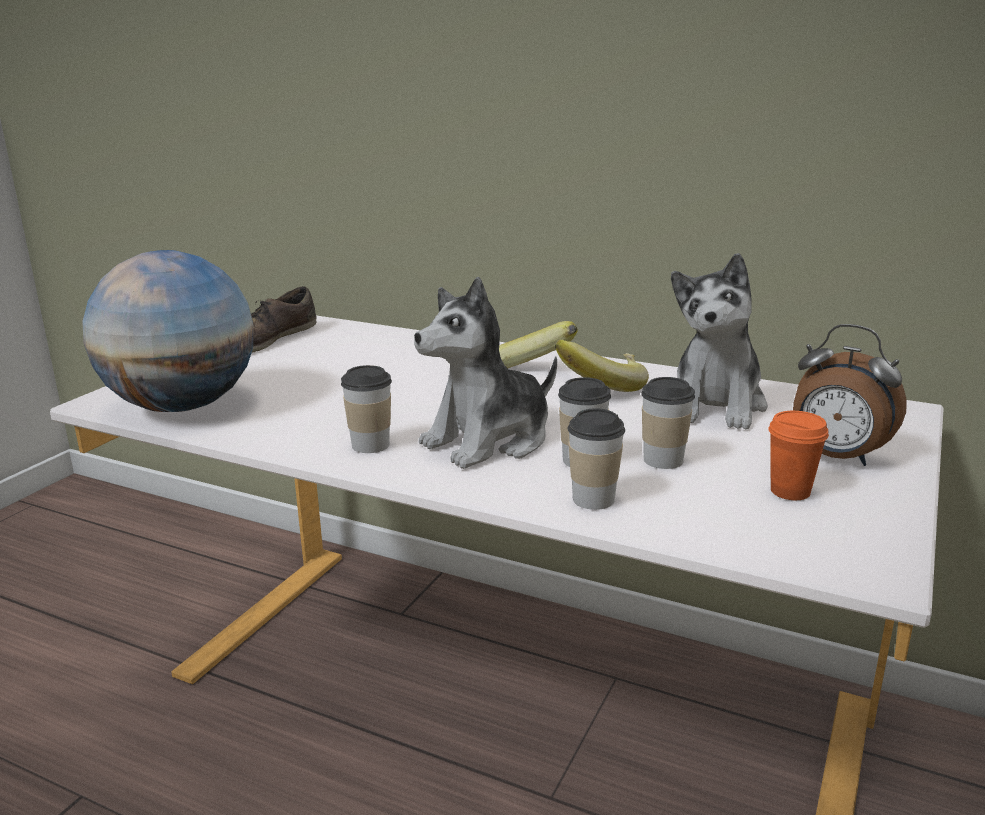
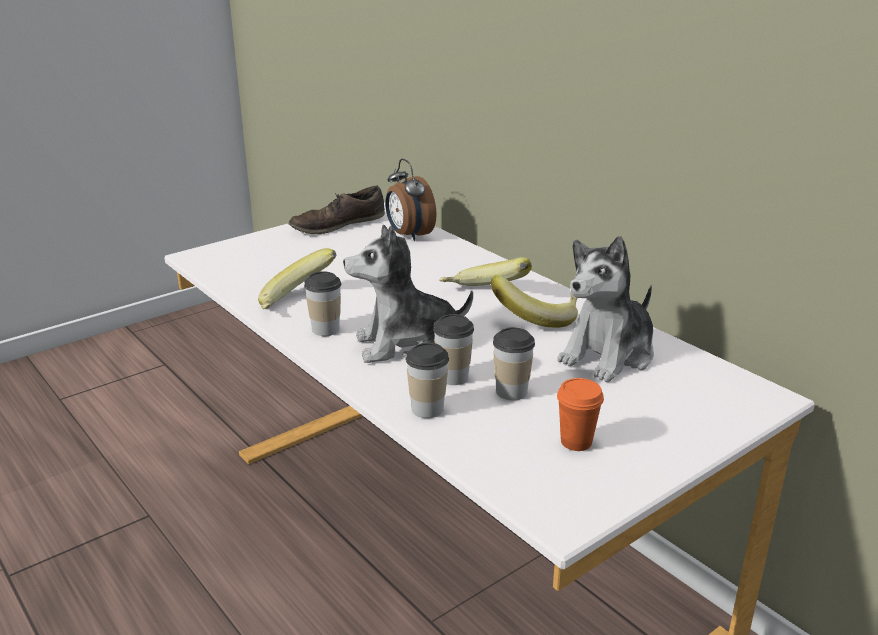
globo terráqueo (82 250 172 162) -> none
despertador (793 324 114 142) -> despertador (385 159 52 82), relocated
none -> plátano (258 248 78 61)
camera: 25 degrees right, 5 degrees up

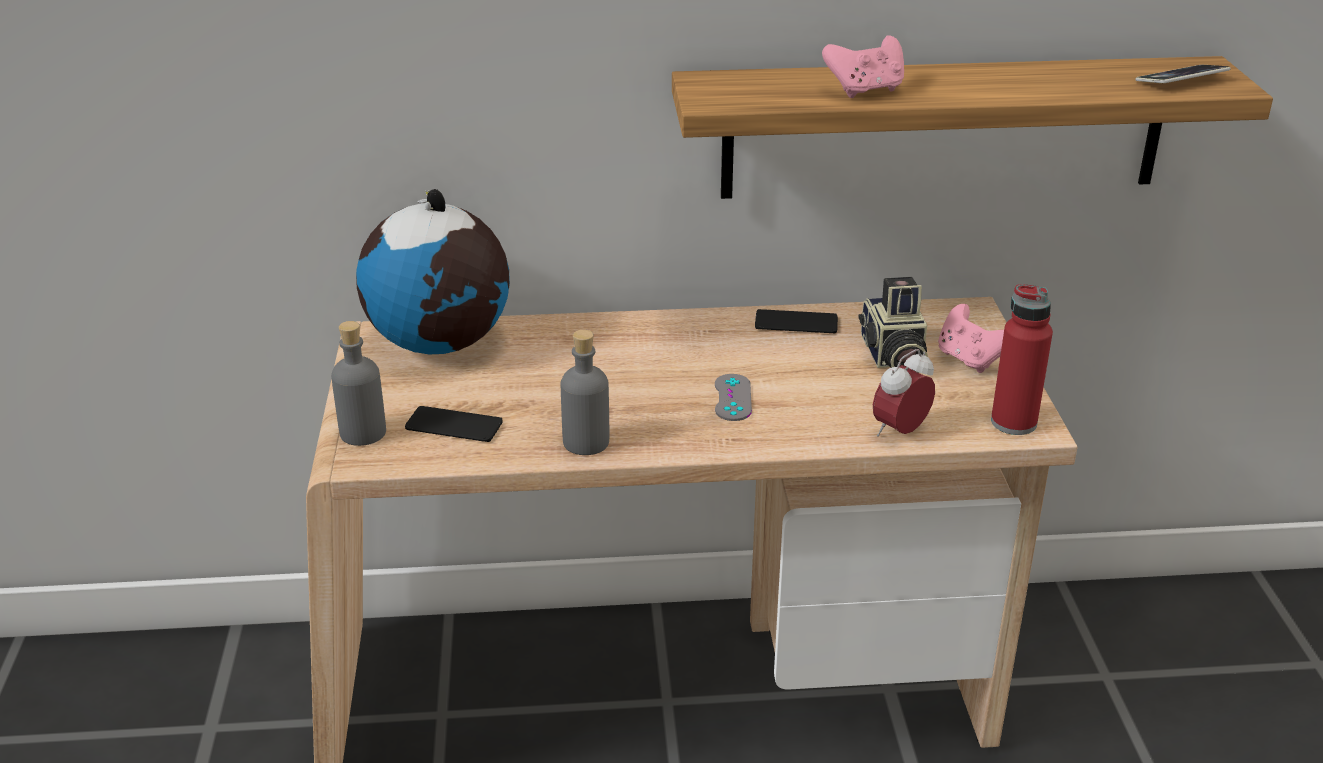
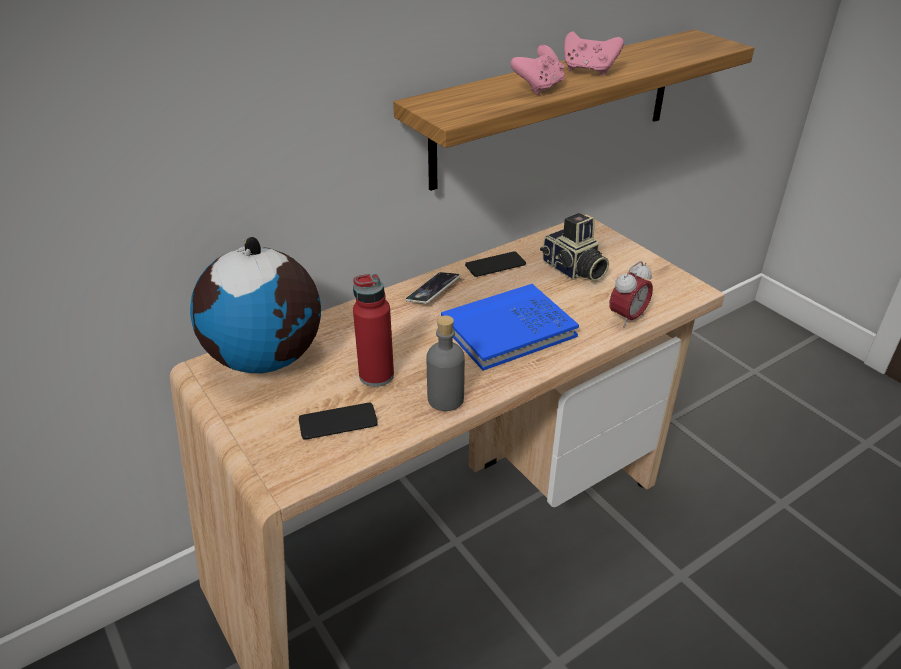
botella [gris] (331 321 55 125) -> none
mando de consola [gris] (715 374 37 47) -> libro [azul] (441 284 138 87)
despertador (873 349 62 88) -> despertador (609 261 44 67), 150 degrees counterclockwise
mando de consola [rosa] (938 304 66 69) -> mando de consola [rosa] (564 32 60 44), relocated
botella [rojo] (991 284 62 151) -> botella [rojo] (353 274 41 113), relocated
móvil (1135 65 96 18) -> móvil (405 272 56 32), relocated
camera: 30 degrees left, 5 degrees up

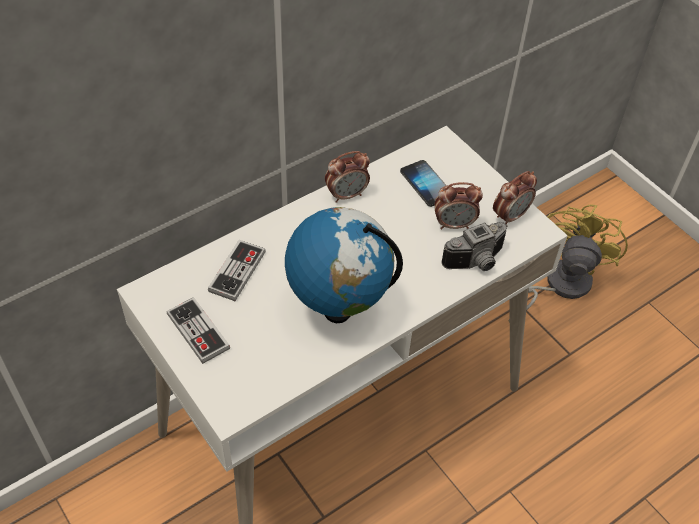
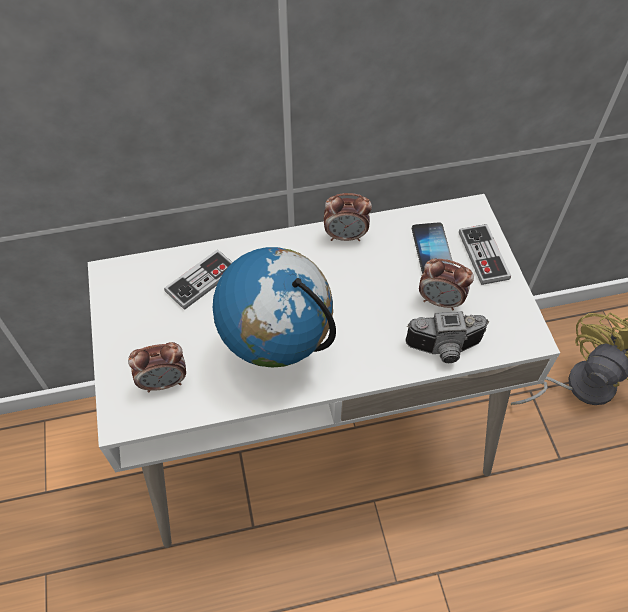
mando de consola (167 297 63 67) -> mando de consola (459 224 52 61), relocated
despertador (493 171 44 53) -> despertador (128 342 58 51), relocated
camera: 25 degrees right, 5 degrees up

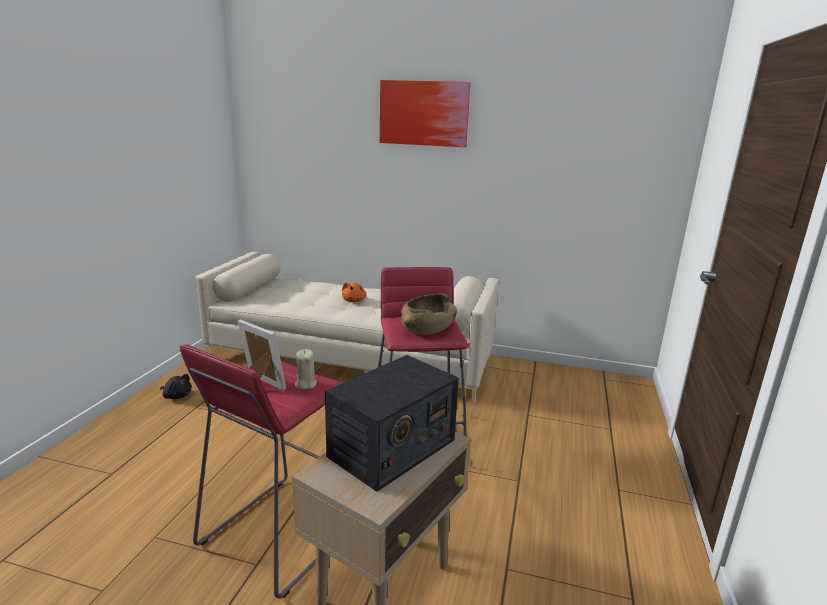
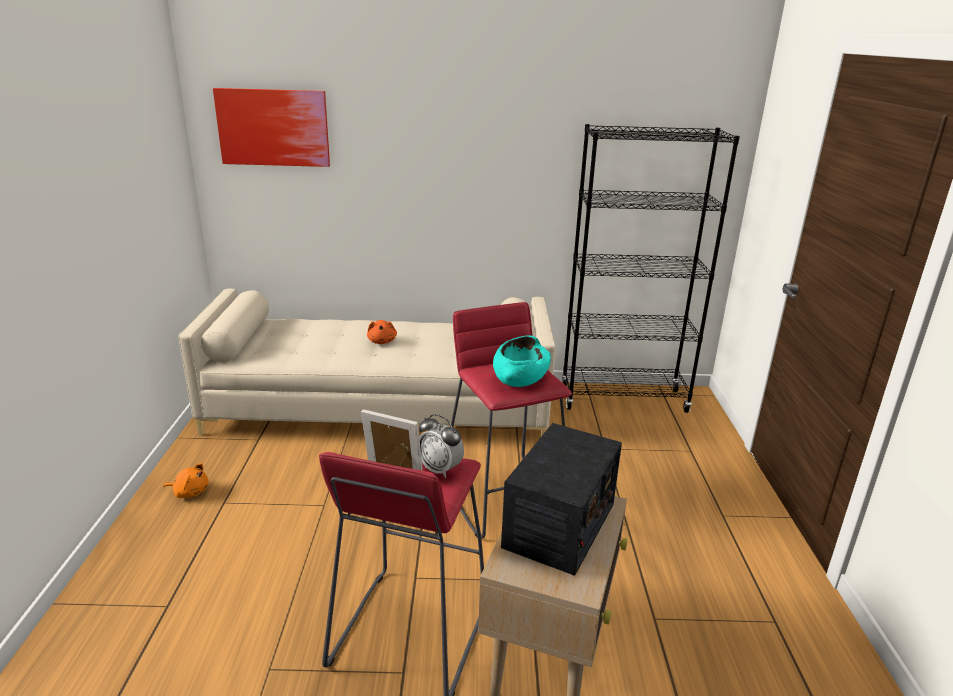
peluche [negro] (160 374 32 25) -> peluche [naranja] (163 463 45 35)
vela [beis] (295 349 22 41) -> despertador (419 414 45 64)
cuadro (380 80 90 67) -> cuadro (213 88 117 79), relocated
cuenco [marrón] (401 294 56 41) -> cuenco [turquesa] (493 335 58 52)
none -> estantería [negro] (562 124 178 289)
camera: 15 degrees left, 5 degrees up

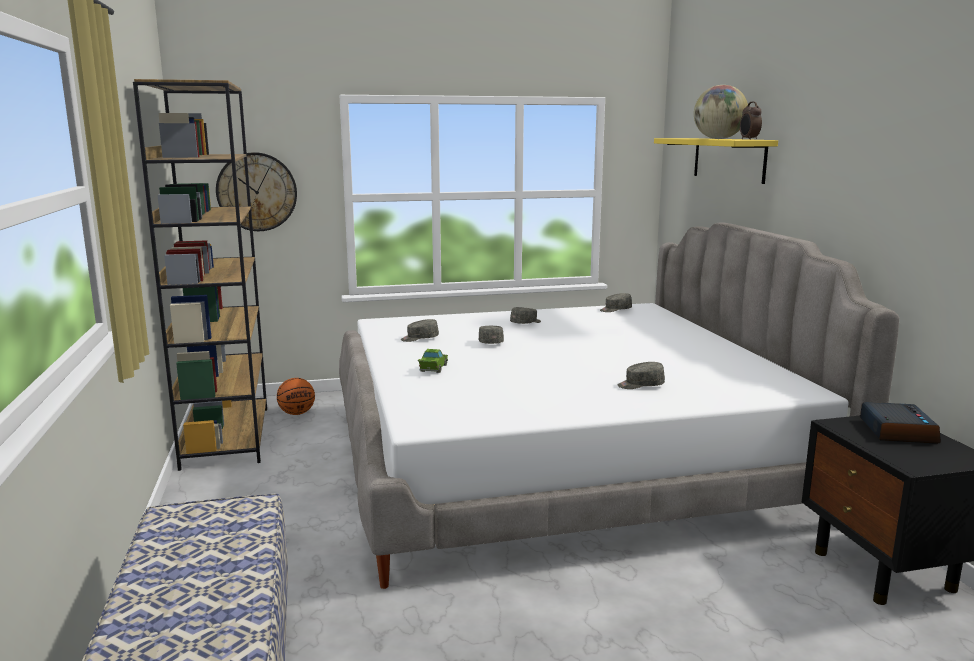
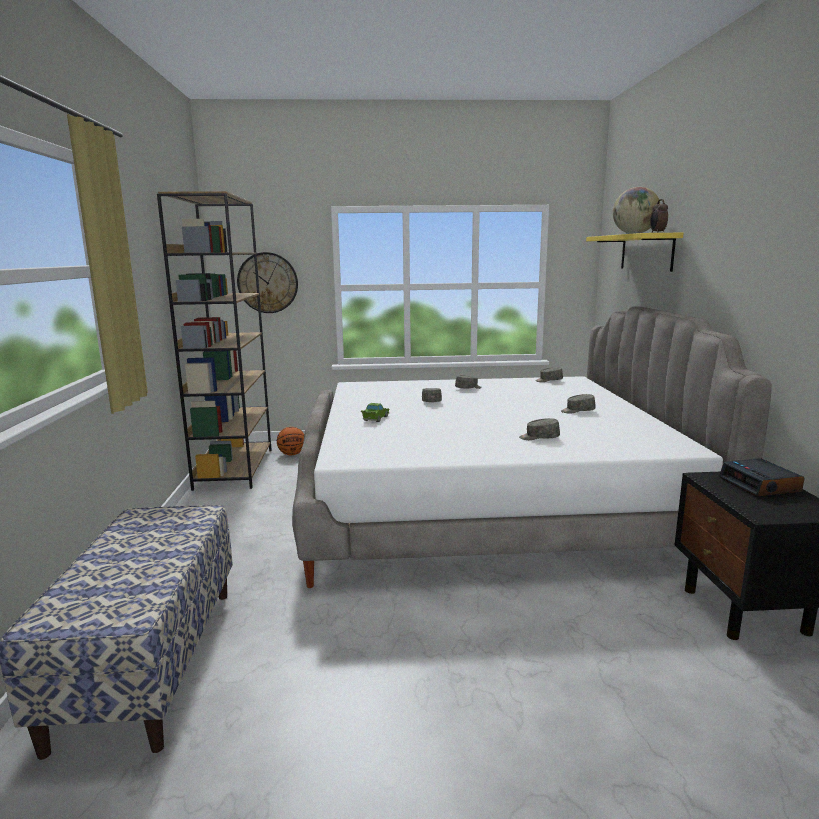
gorra [gris] (401 319 38 23) -> gorra [gris] (561 394 34 19), relocated
despertador (860 402 81 42) -> despertador (719 458 86 39), 150 degrees clockwise
camera: 10 degrees right, 0 degrees up

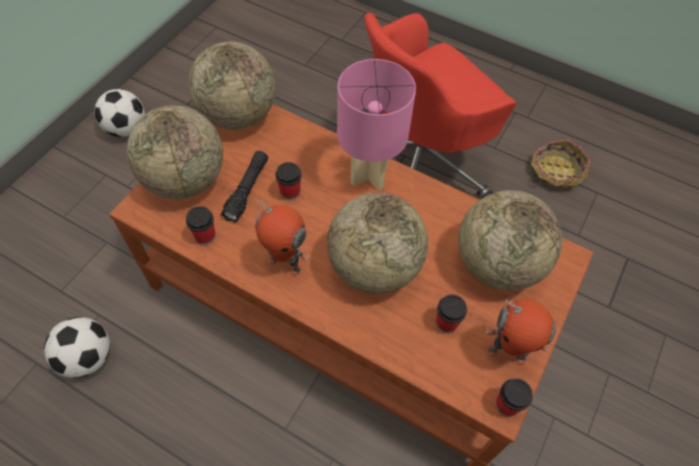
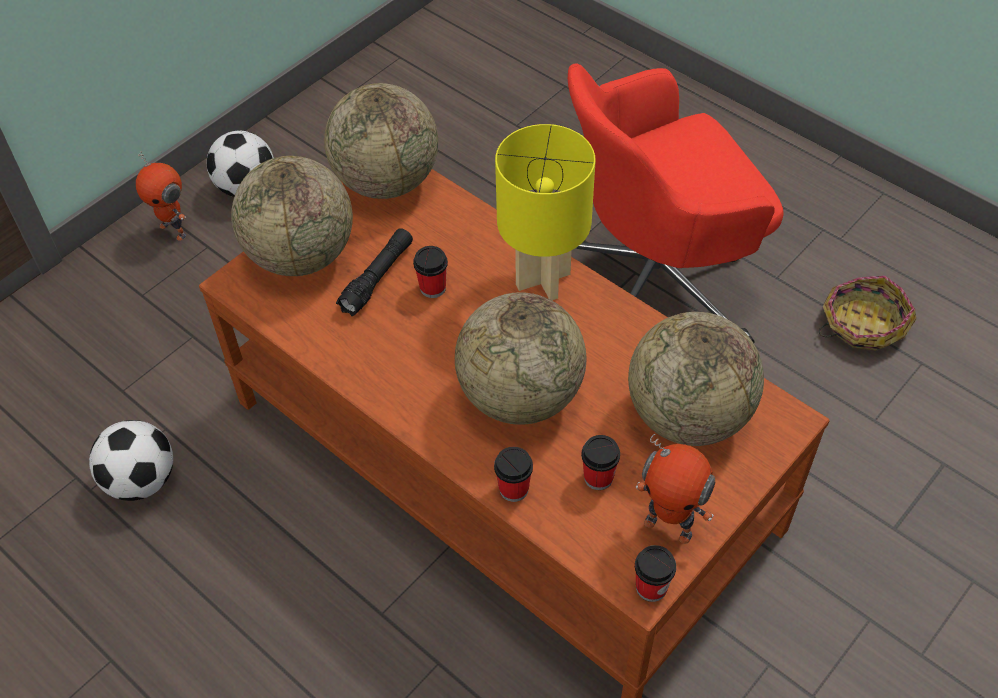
taza (186 206 30 39) -> taza (494 447 39 55), relocated
robot de juguete (255 197 54 79) -> robot de juguete (136 152 51 89), relocated
lámpara de mesa [rosa] (337 59 79 132) -> lámpara de mesa [amarillo] (495 124 101 176)
camera: 15 degrees right, 5 degrees down

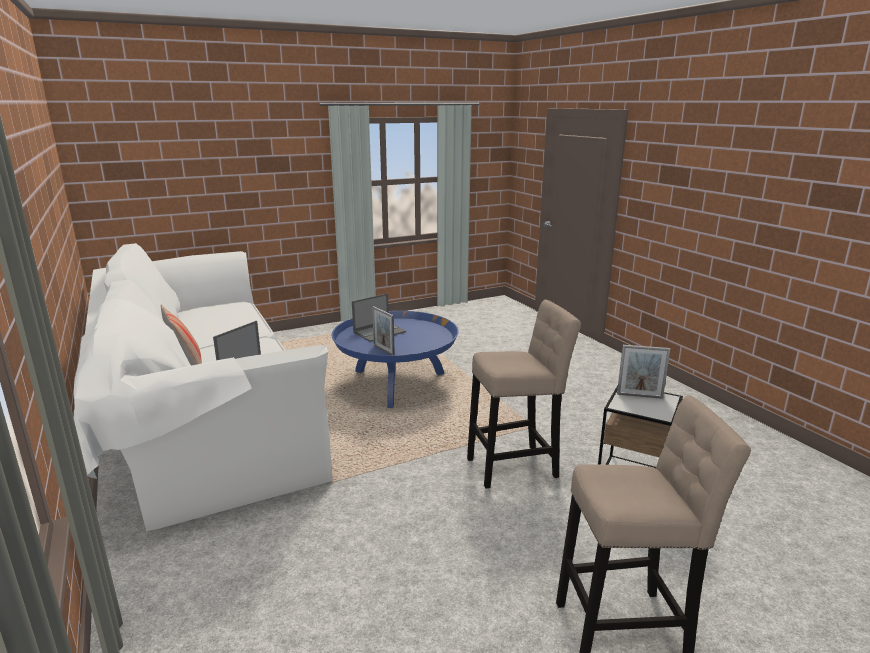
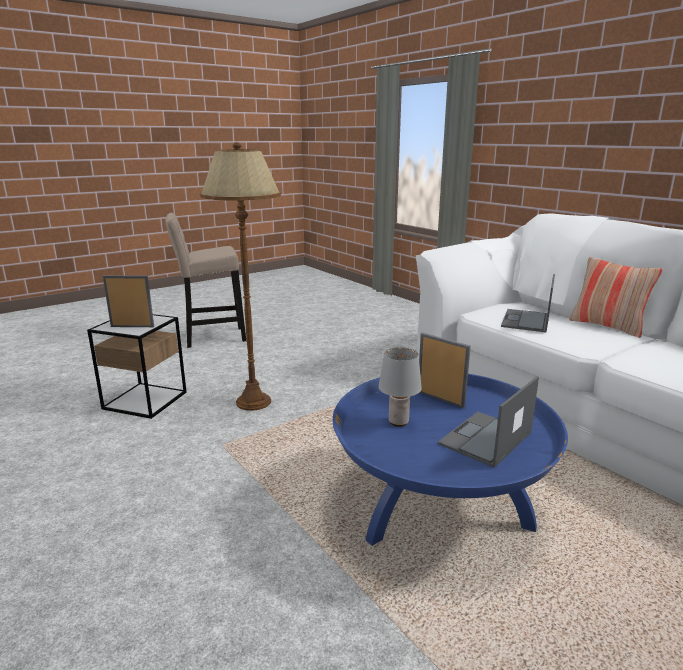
taburete [beis] (467 299 114 189) -> lámpara de pie [marrón] (200 142 81 269)
none -> lámpara de mesa [gris] (378 347 44 80)
camera: 170 degrees right, 0 degrees up

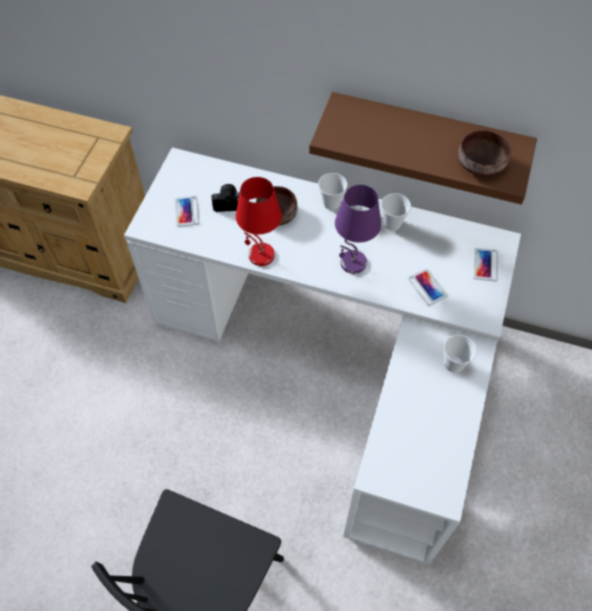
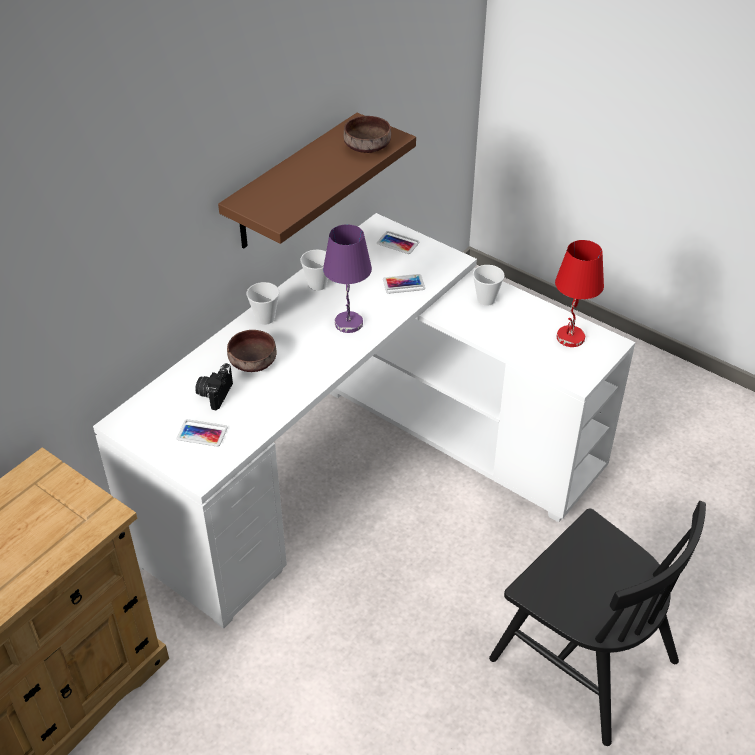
lámpara de mesa [rojo] (236 177 46 89) -> lámpara de mesa [rojo] (555 240 49 107), relocated
camera: 70 degrees left, 15 degrees down

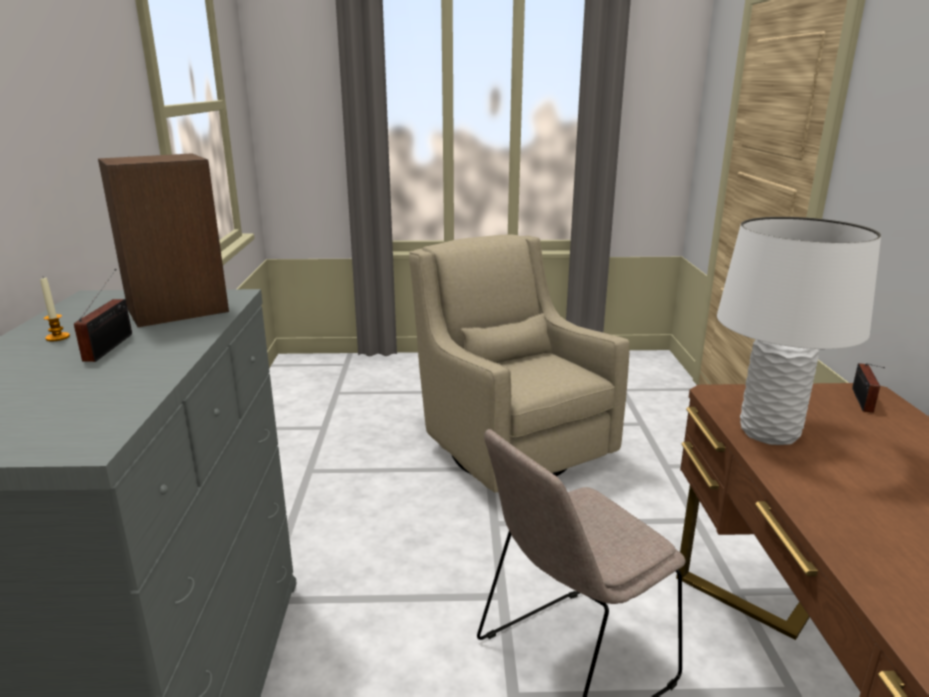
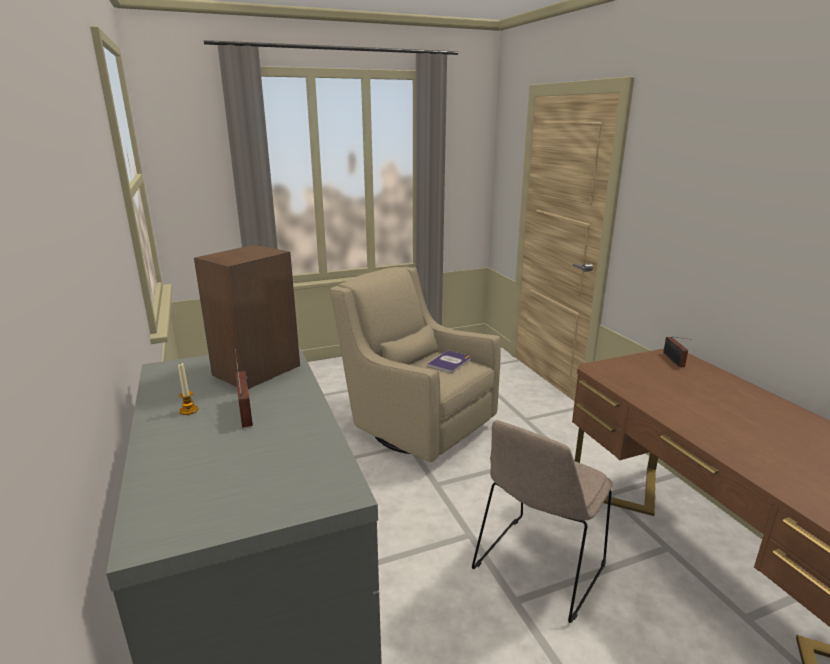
lámpara de mesa [blanco] (717 217 164 228) -> none
none -> libro (427 350 44 23)
camera: 20 degrees left, 0 degrees up

